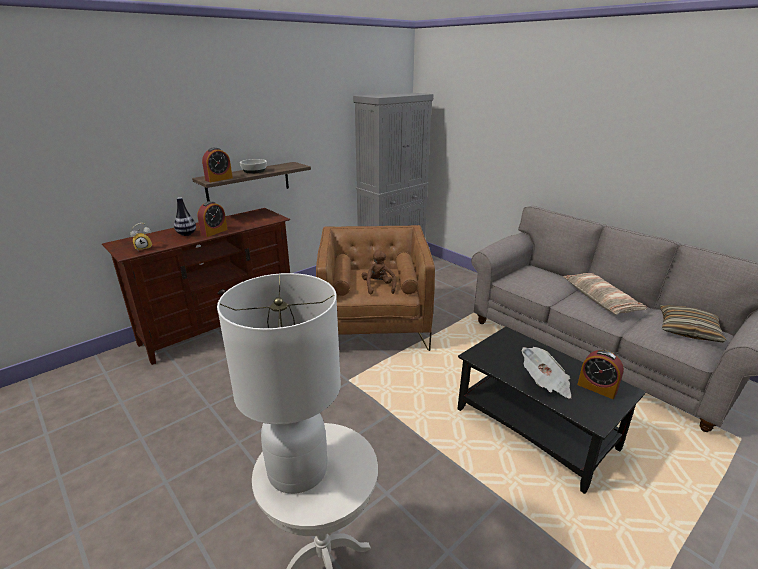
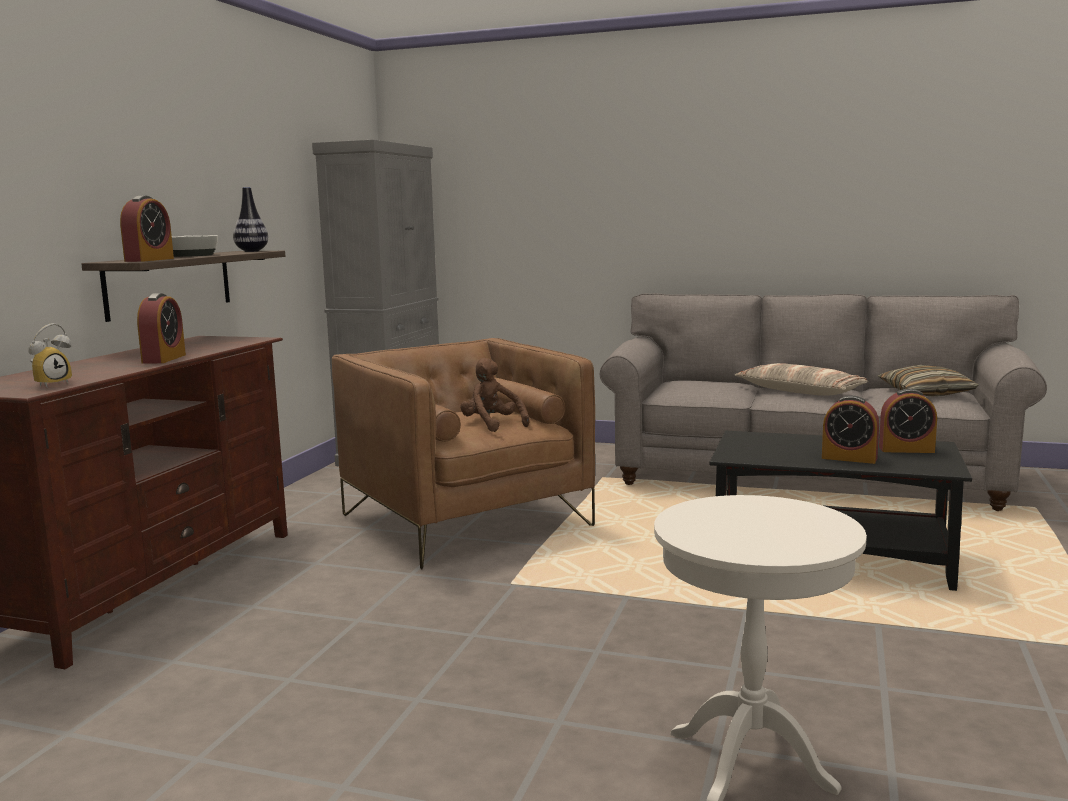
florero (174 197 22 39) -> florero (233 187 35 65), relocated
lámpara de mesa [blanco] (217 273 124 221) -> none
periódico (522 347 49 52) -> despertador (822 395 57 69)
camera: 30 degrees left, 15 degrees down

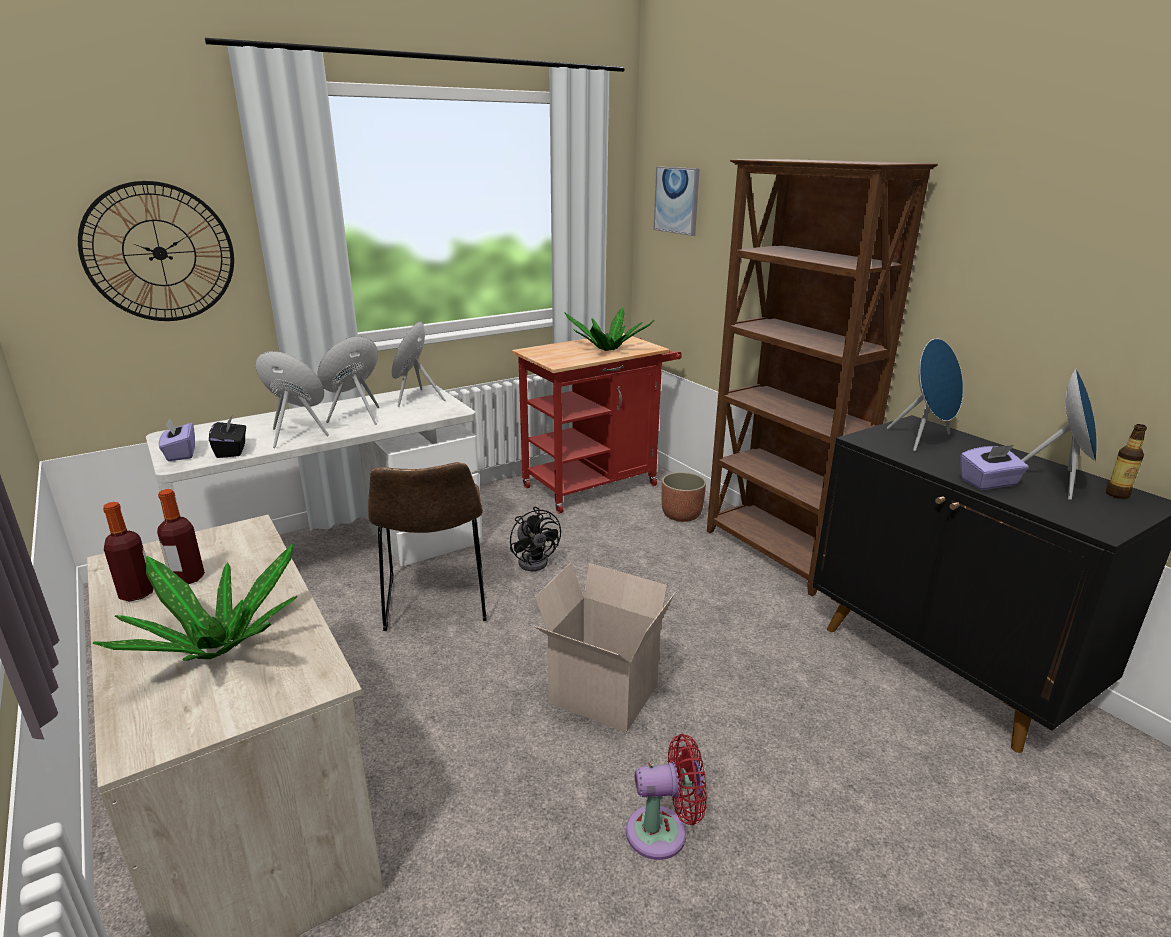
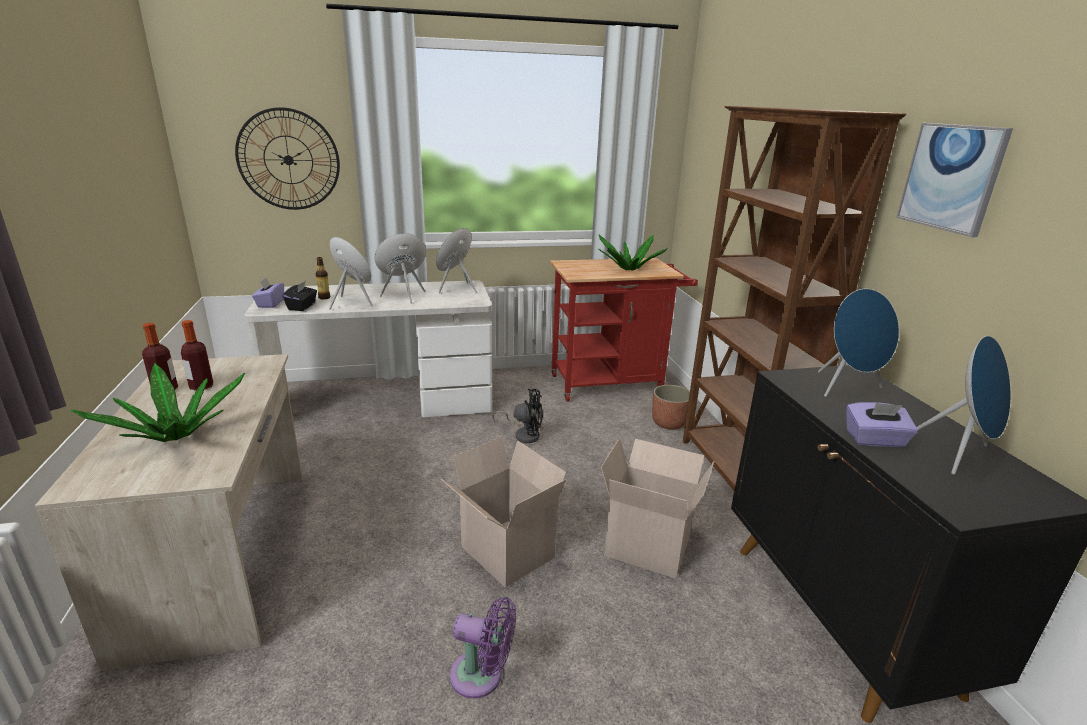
silla [marrón] (368 462 119 169) -> none
ventilador [negro] (510 507 51 64) -> ventilador [negro] (492 389 51 54), 75 degrees counterclockwise
ventilador [rojo] (626 734 81 126) -> ventilador [morado] (450 597 66 102)
cuadro (654 167 46 69) -> cuadro (896 123 117 114), relocated
botella (1106 424 41 75) -> botella (315 257 15 42), relocated
none -> caja de cartón (601 438 113 140)
camera: 20 degrees right, 0 degrees up

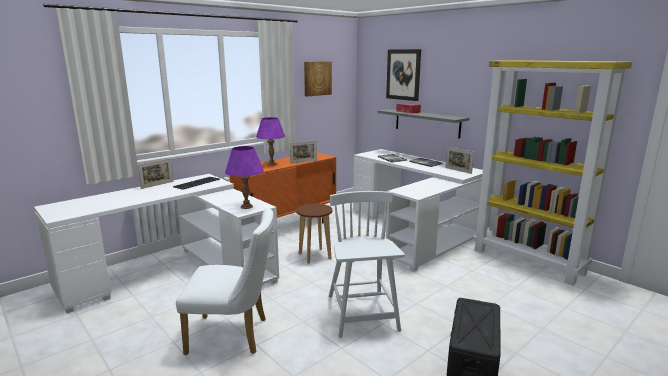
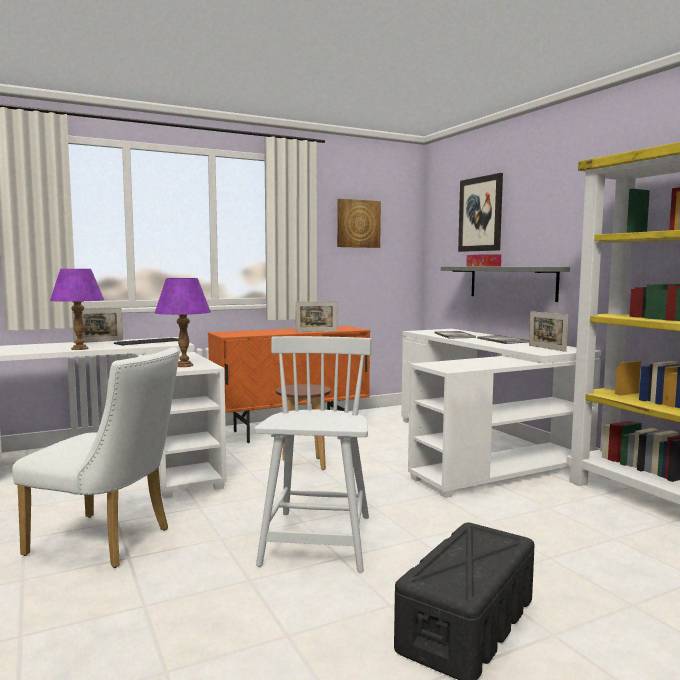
lámpara de mesa [morado] (256 117 29 49) -> lámpara de mesa [morado] (50 269 54 81), relocated
camera: 15 degrees right, 10 degrees down

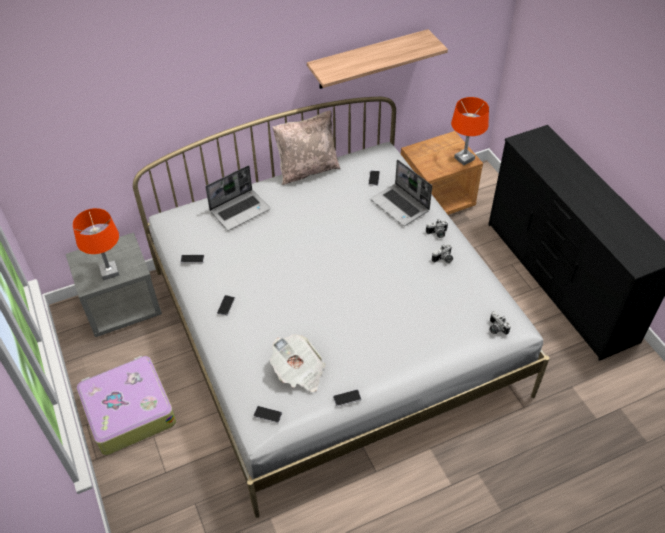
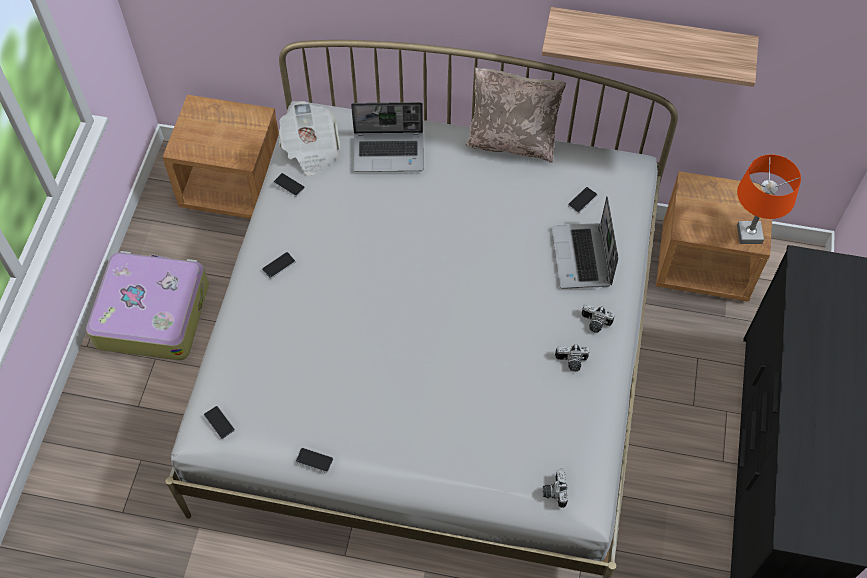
mesita de noche [gris] (66 232 96 105) -> mesita de noche [marrón] (163 95 116 124)
lámpara de mesa [naranja] (73 208 47 72) -> none
periódico (270 334 56 58) -> periódico (279 101 61 75), relocated
camera: 35 degrees right, 10 degrees up

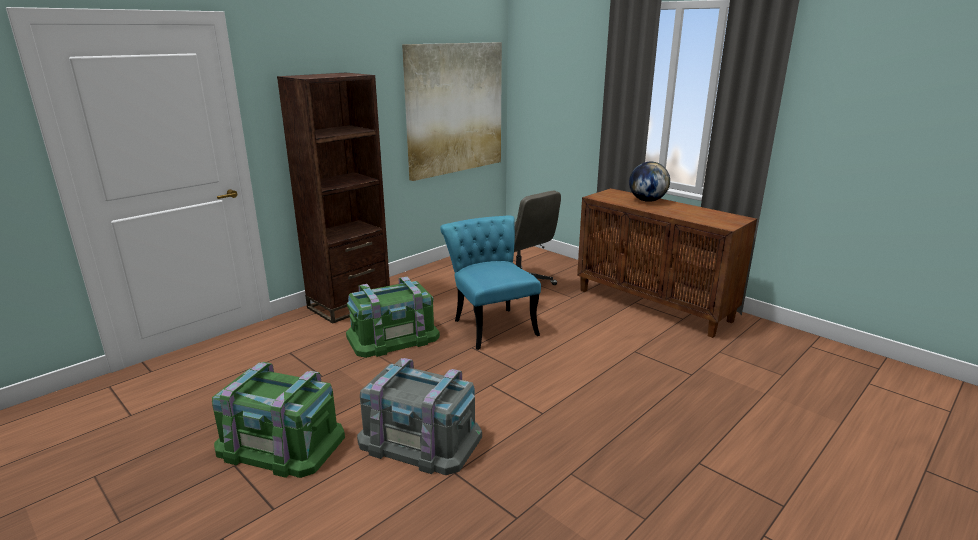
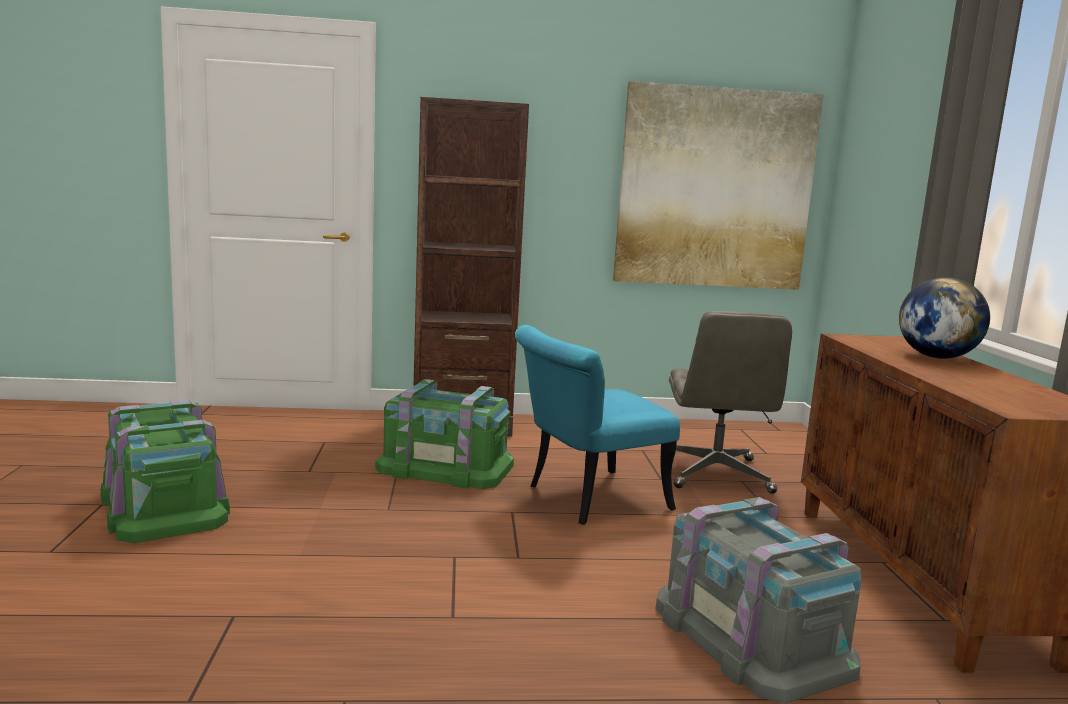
caja de almacenaje [gris] (357 358 125 117) -> caja de almacenaje [gris] (656 497 206 206), relocated
silla [turquesa] (440 215 101 135) -> silla [turquesa] (515 325 165 200), 135 degrees counterclockwise
camera: 40 degrees right, 10 degrees down

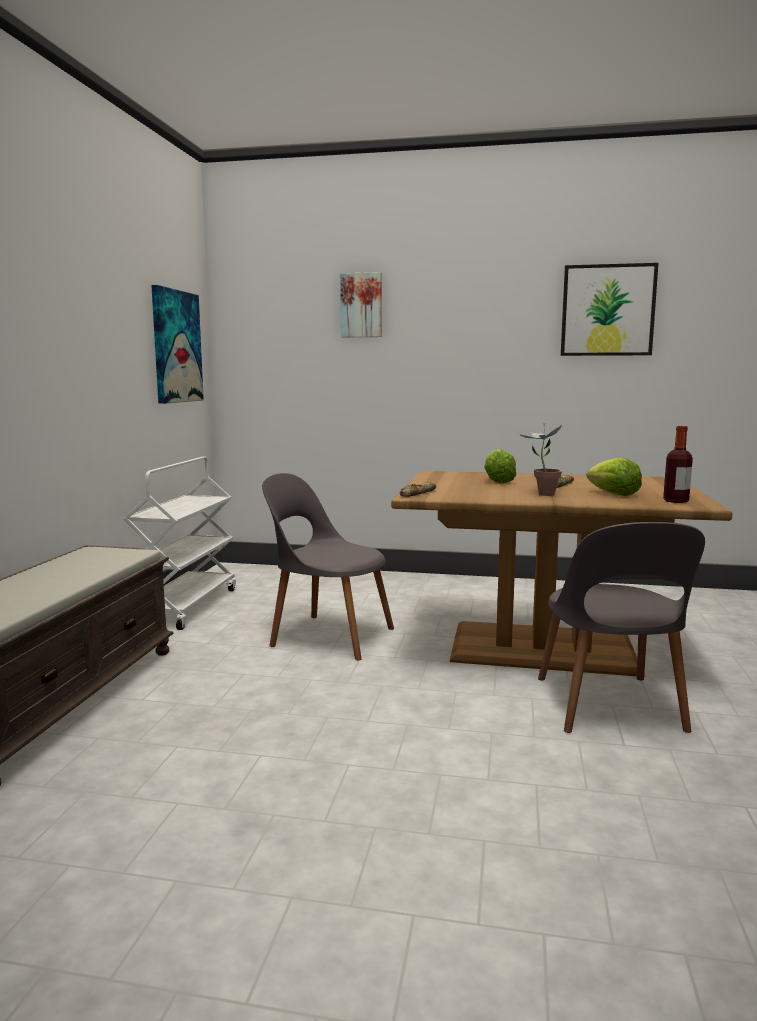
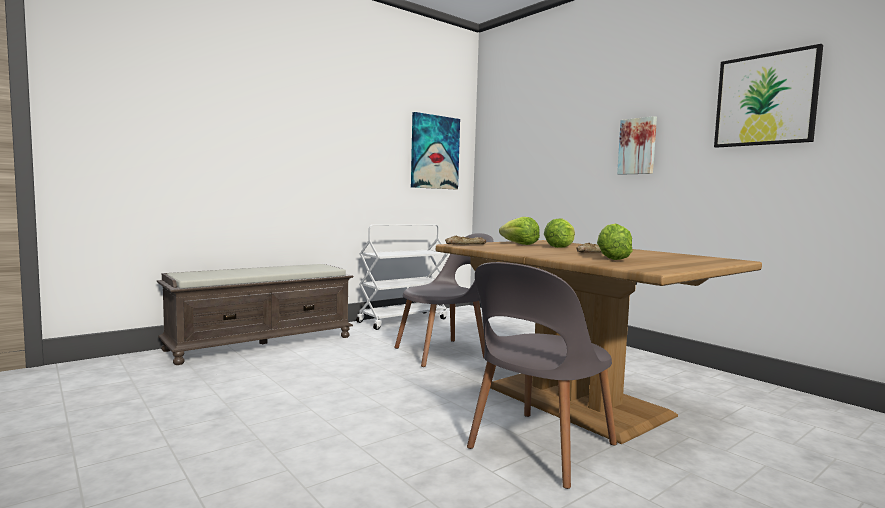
silla [gris] (262 473 132 188) -> silla [gris] (394 233 99 134), 90 degrees clockwise
cuadro (340 272 42 65) -> cuadro (617 116 40 59), relocated
planta en maceta (519 423 43 73) -> none
botella (663 426 30 77) -> none
none -> lechuga (499 217 41 28)
camera: 40 degrees right, 5 degrees down

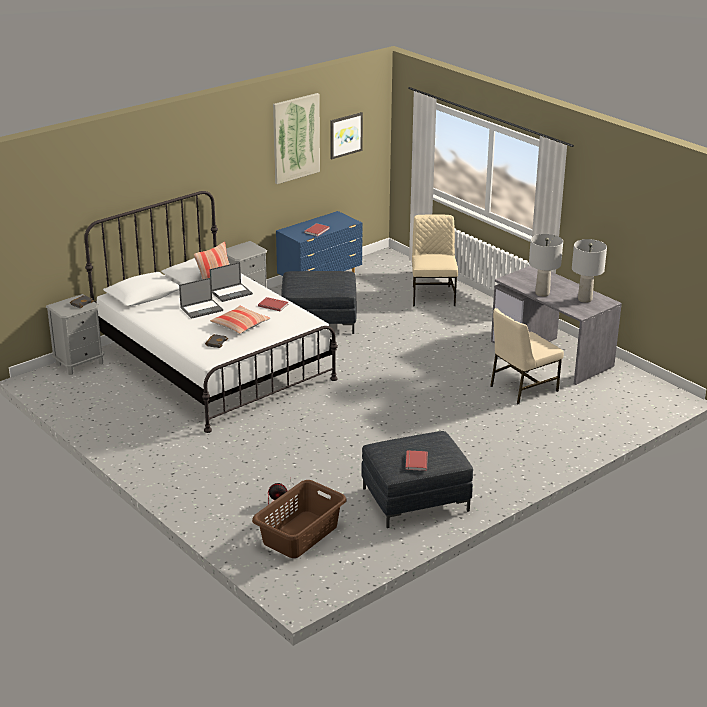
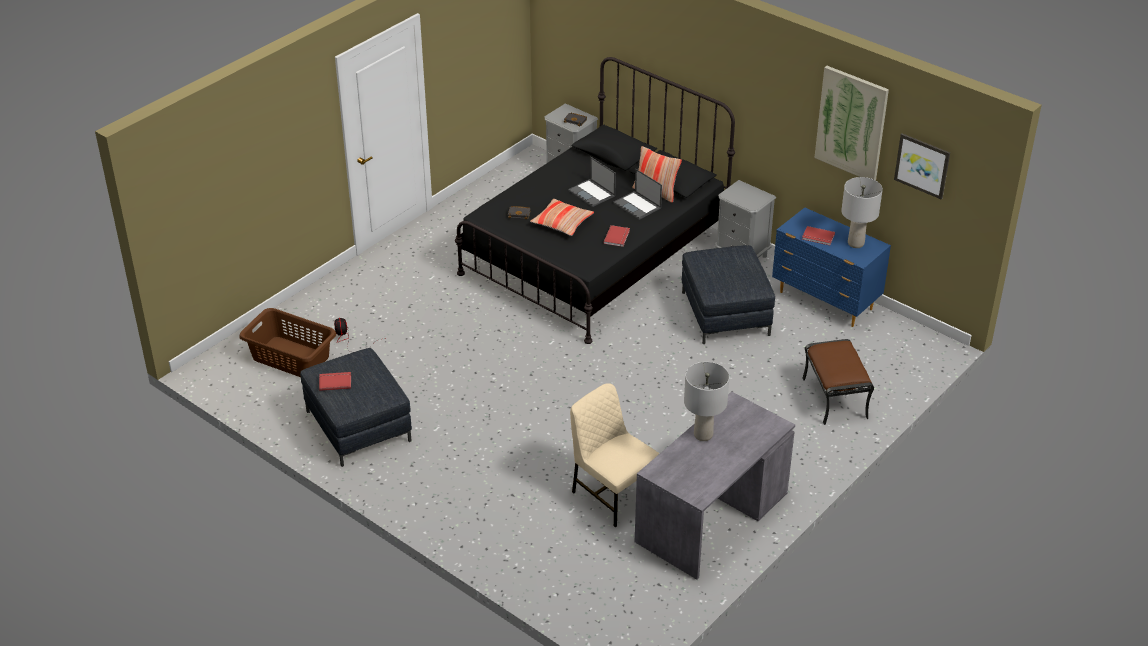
cama [blanco] (84 191 254 242) -> cama [negro] (455 57 280 287)
silla [beis] (412 214 46 92) -> puf [marrón] (803 339 71 86)
lámpara de mesa [gris] (572 239 35 64) -> lámpara de mesa [gris] (841 177 42 71), relocated
camera: 80 degrees right, 10 degrees up

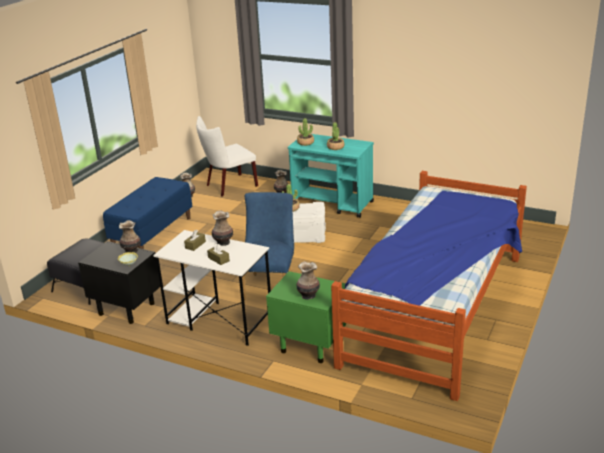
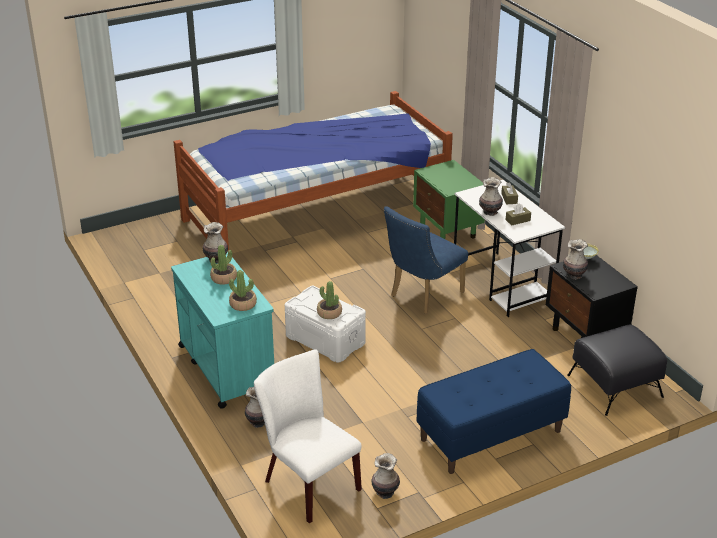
silla [blanco] (196 116 62 81) -> silla [blanco] (254 349 108 174), 135 degrees counterclockwise
florero (296 261 24 39) -> florero (203 222 25 41), relocated
camera: 145 degrees left, 5 degrees up

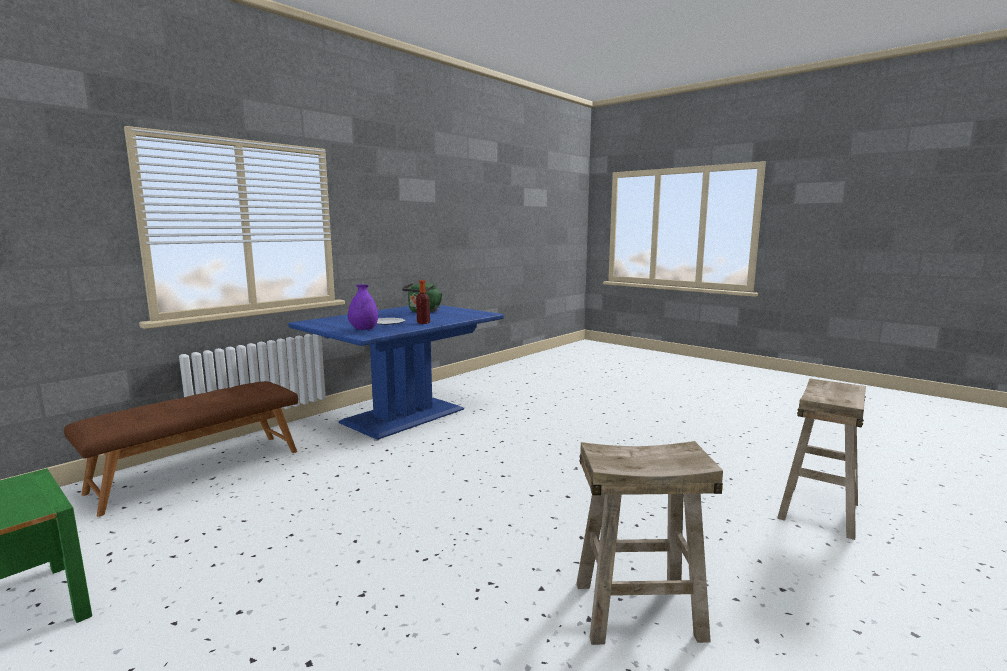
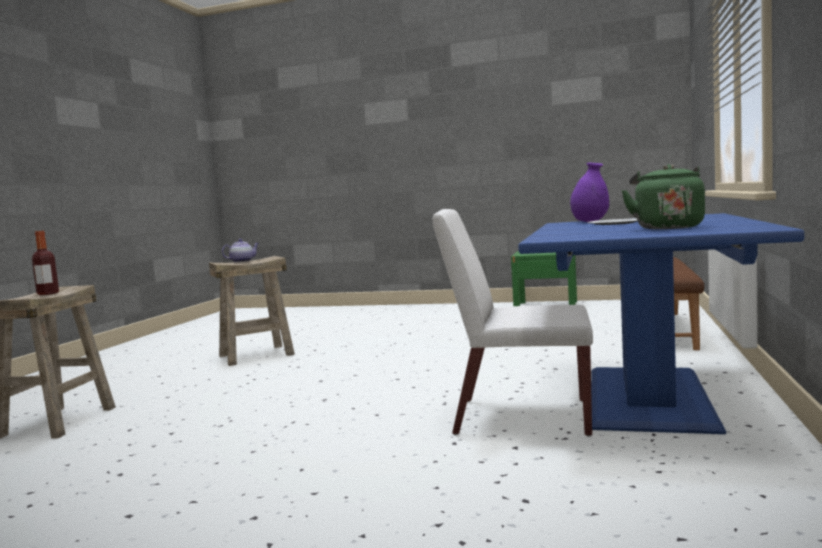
botella (416 280 14 44) -> botella (32 231 27 64), relocated
none -> tetera (222 239 37 24)
none -> silla [blanco] (432 209 161 228)
camera: 155 degrees right, 5 degrees down

